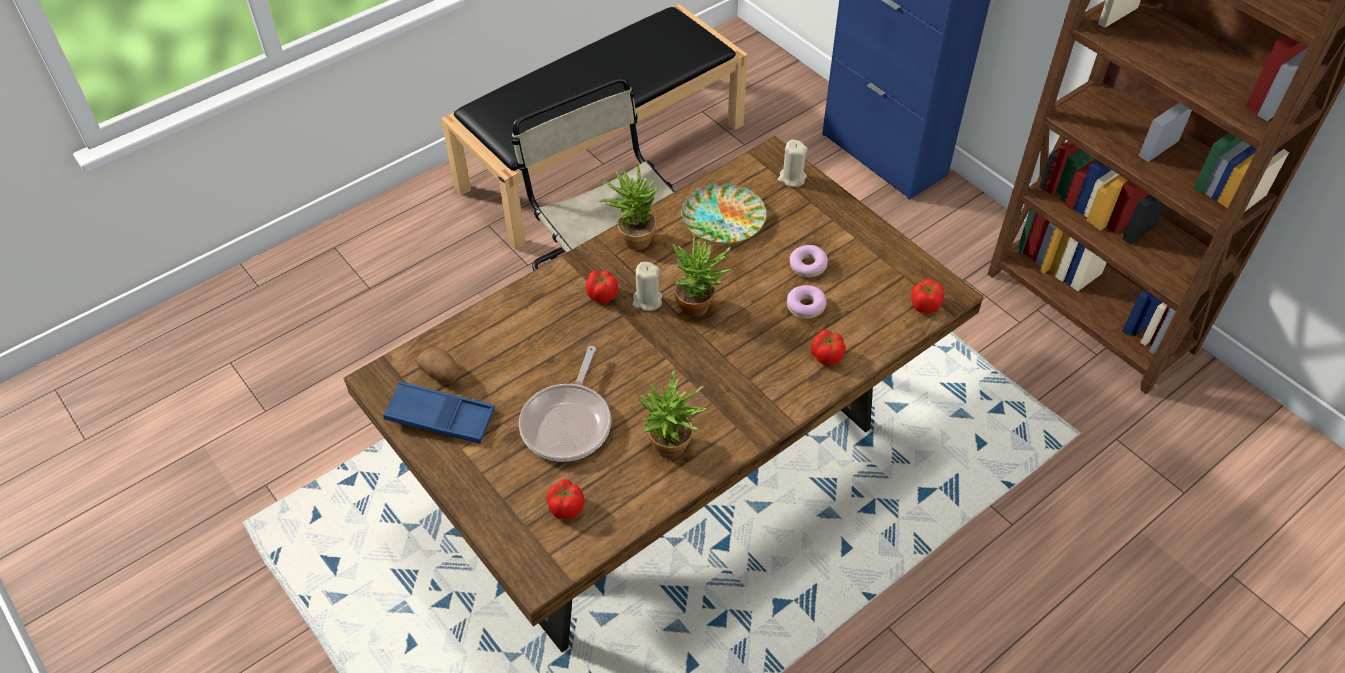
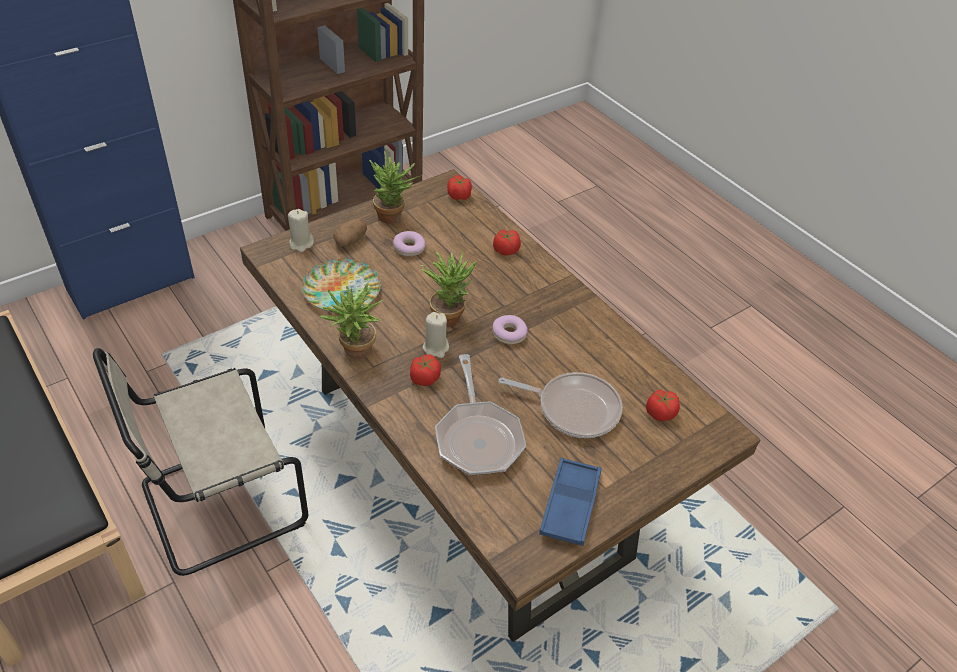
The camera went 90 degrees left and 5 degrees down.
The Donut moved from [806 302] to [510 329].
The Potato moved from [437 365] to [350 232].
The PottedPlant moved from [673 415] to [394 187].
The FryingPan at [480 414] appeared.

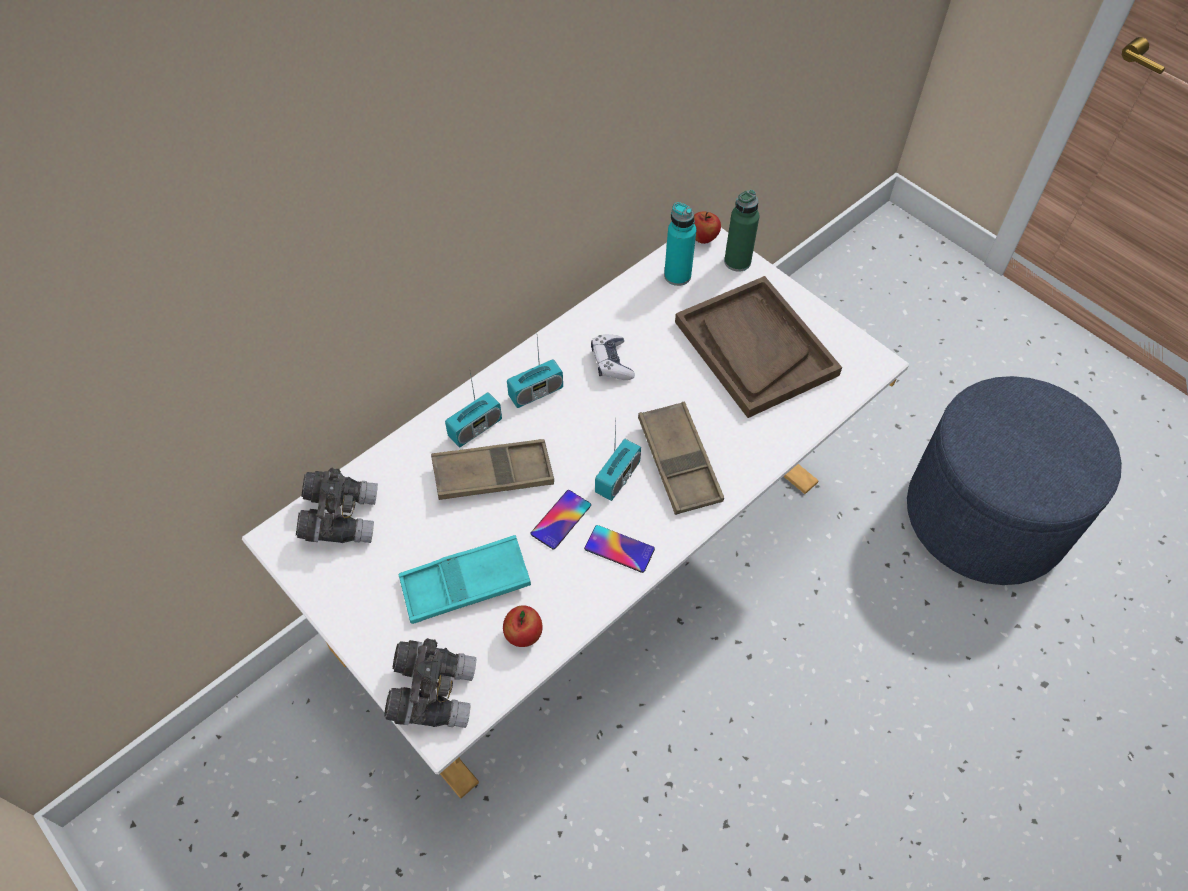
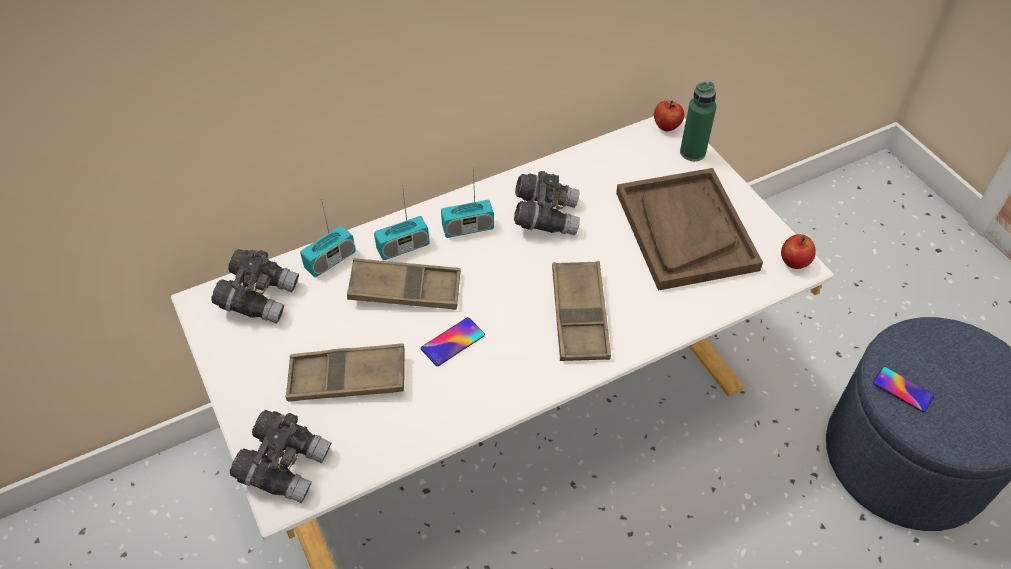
The camera went 15 degrees right and 5 degrees down.
The TurquoiseColouredDrinkBottle at [680 244] disappeared.
The Joypad at [613 357] was replaced by the GreyPairOfBinoculars at [547 203].
The RadioSet moved from [618 462] to [328 238].
The Telephone moved from [619 549] to [904 389].
The TurquoiseColouredServingTray at [465 579] became the BrownServingTray at [345 372].
The AppleFruit moved from [523 626] to [798 251].

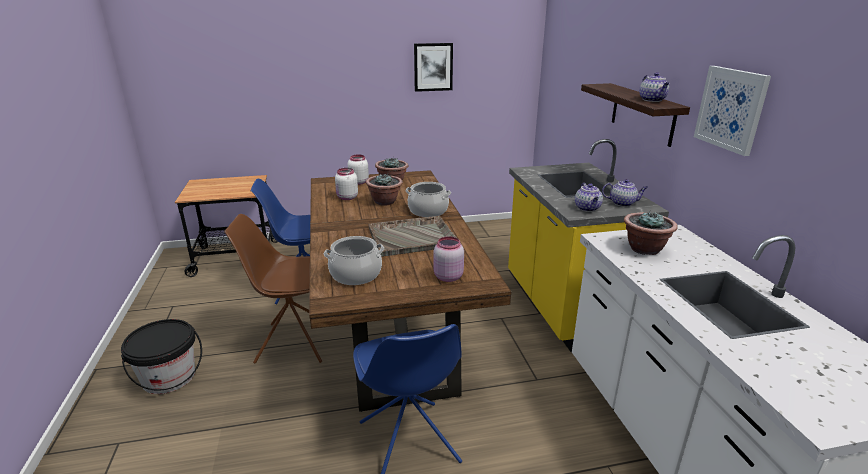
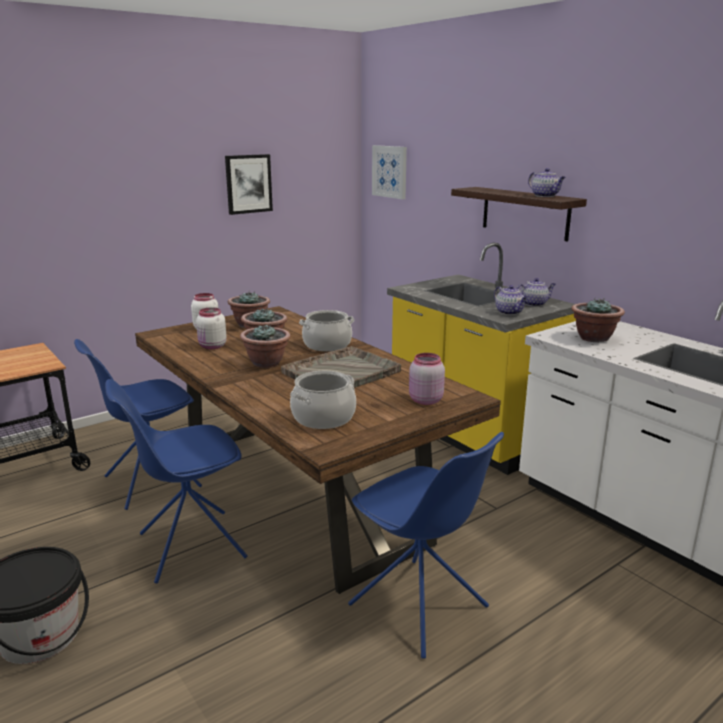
The camera went 25 degrees left and 5 degrees down.
The WallArt moved from [732 111] to [389 172].
The BrownPlainChair at [273 289] became the BluePlainChair at [176 481].
The PottedPlant at [265 346] appeared.

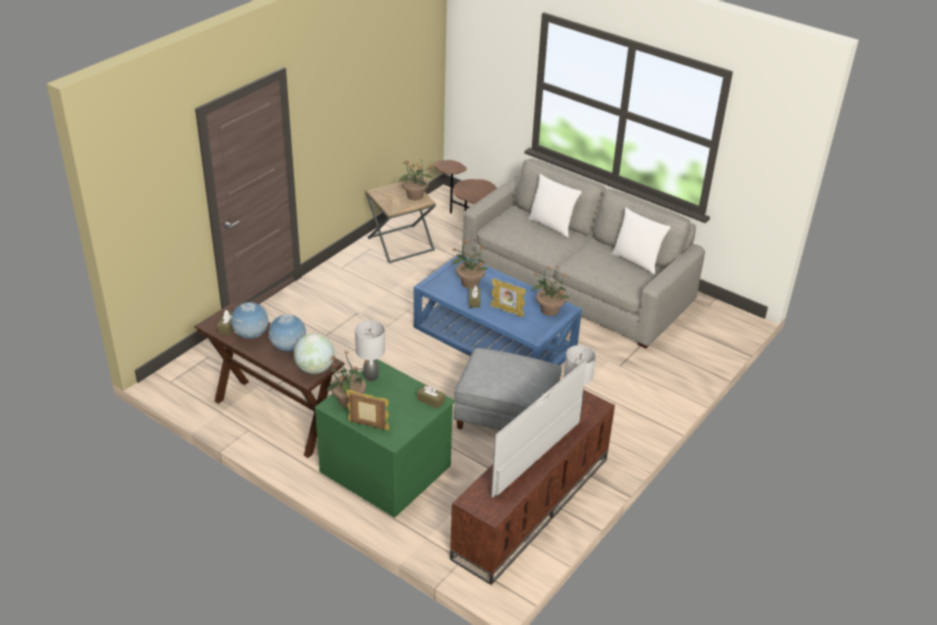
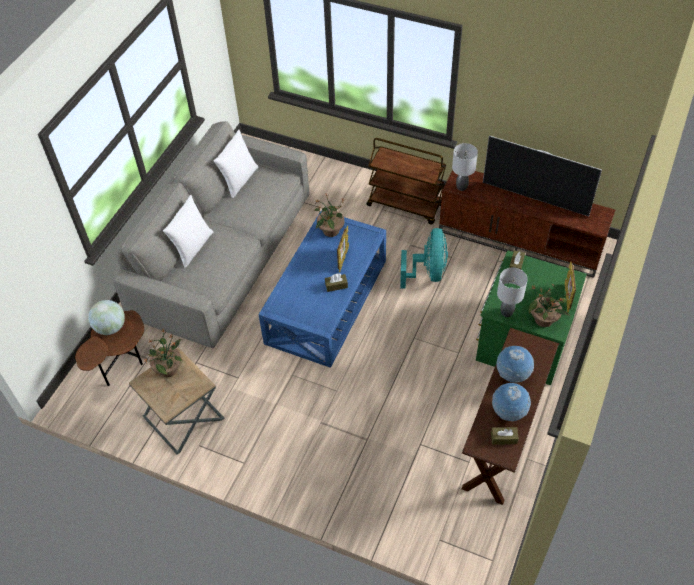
The camera went 100 degrees left and 15 degrees up.
The PottedPlant at [470 264] disappeared.
The Globe moved from [314 353] to [106 317].
The GreyOttoman at [507 389] was replaced by the TurquoiseColouredElectricFan at [424 258].
The BrownTrolley at [406 181] appeared.

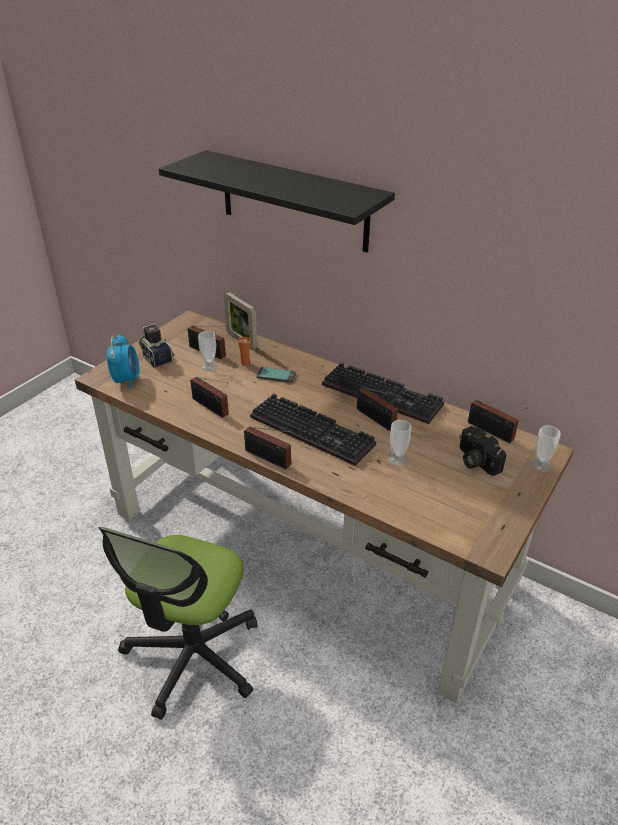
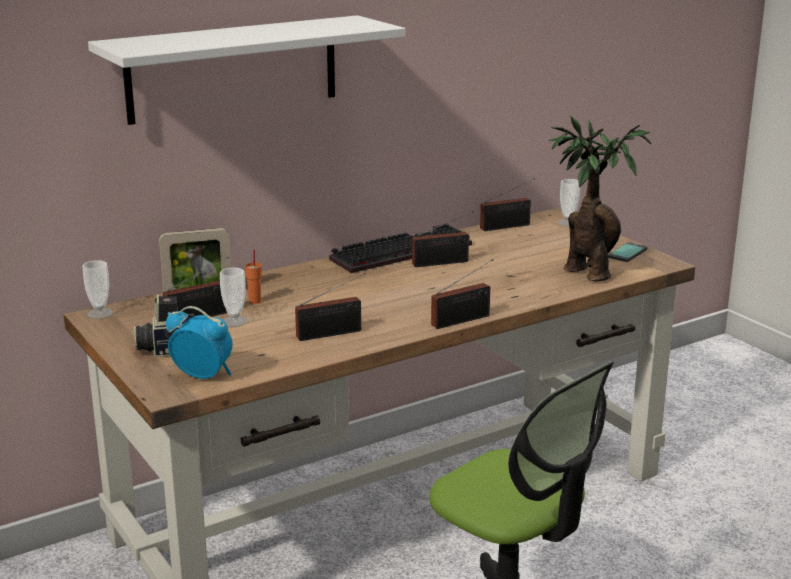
The camera went 65 degrees left and 15 degrees down.
The BlackishBracketShelf at [277 201] became the WhiteBracketShelf at [246 70].
The Telephone moved from [276 375] to [627 252].
The PcKeyboard at [313 429] disappeared.
The SmallCup moved from [399 443] to [98 289].
The StillCamera at [482 451] disappeared.
The PottedPlant at [599 199] appeared.

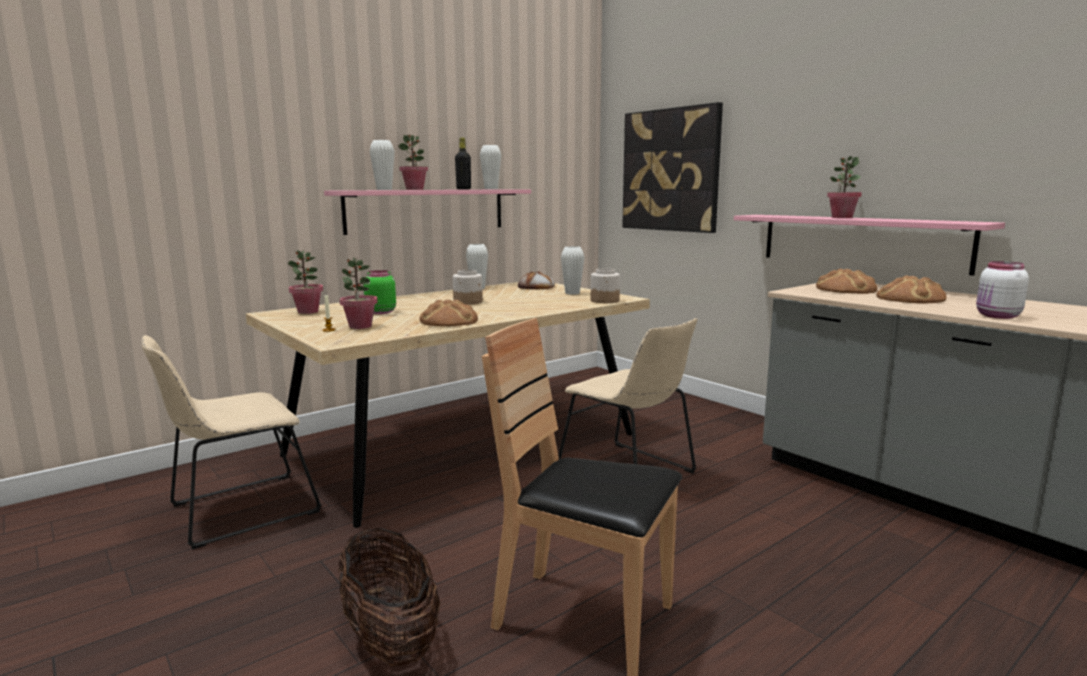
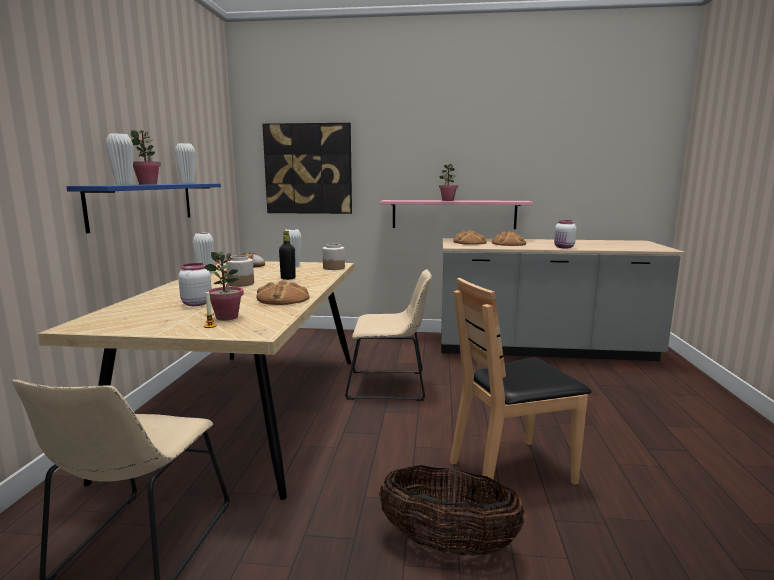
The camera went 45 degrees left and 0 degrees up.
The BlackishDrinkBottle moved from [463 163] to [287 255].
The PinkBracketShelf at [427 212] became the BlueBracketShelf at [143 208].
The PottedPlant at [305 282] disappeared.
The GreenColouredJar at [379 292] became the WhiteJar at [195 284].

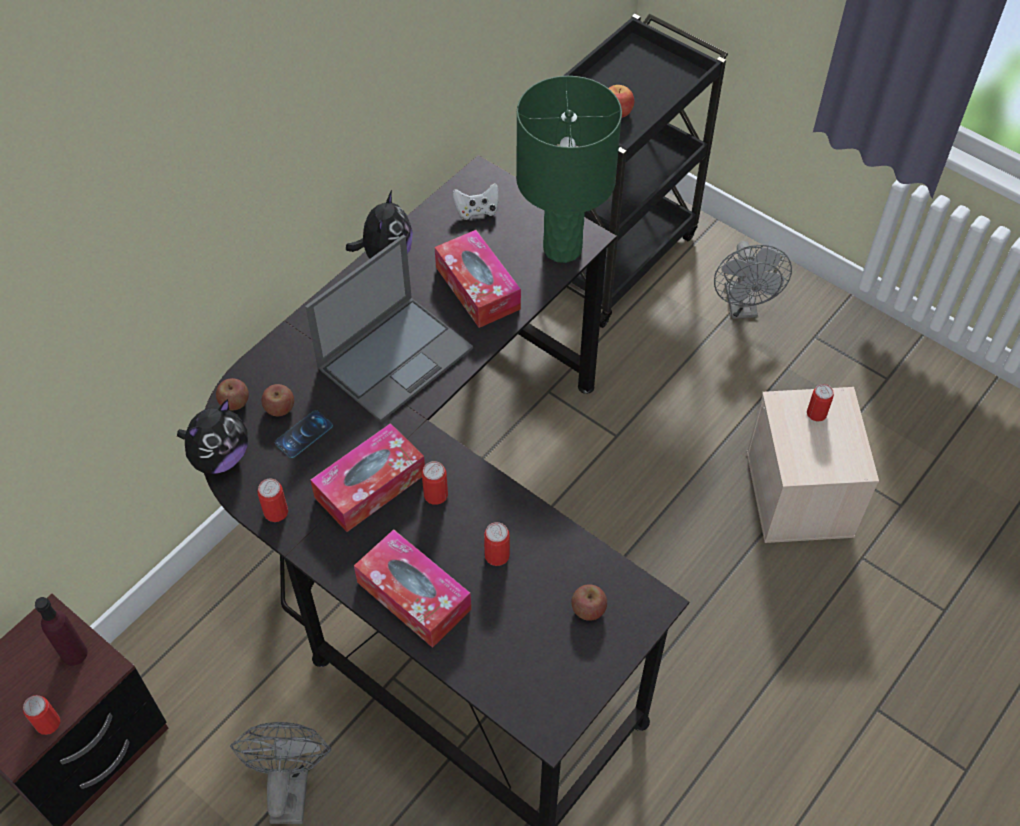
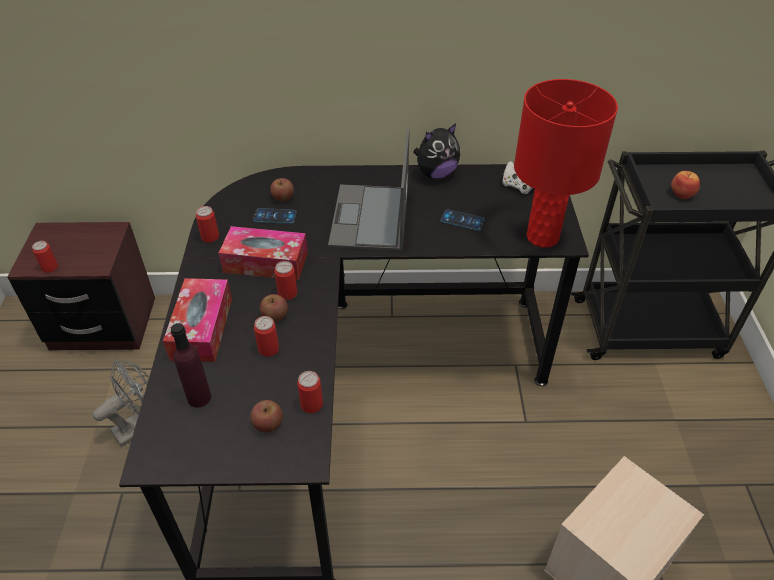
The camera went 50 degrees right and 10 degrees down.
The GreenColouredTableLamp at [569 169] became the RedColouredTableLamp at [566 163].
The BoxOfTissues at [478 279] was replaced by the Telephone at [463 220].
The NotebookComputer at [389 328] turned 90 degrees clockwise.
The GreyElectricFan at [753 280] disappeared.
The AppleFruit moved from [232 394] to [274 308].
The MetalCan moved from [820 402] to [310 392].
The PlushToy at [212 436] disappeared.
The PurplishDrinkBottle moved from [61 631] to [191 365].

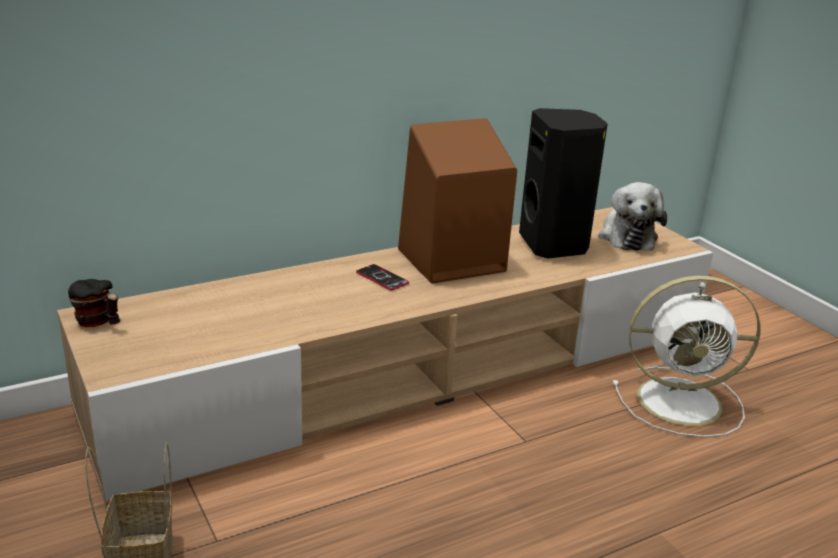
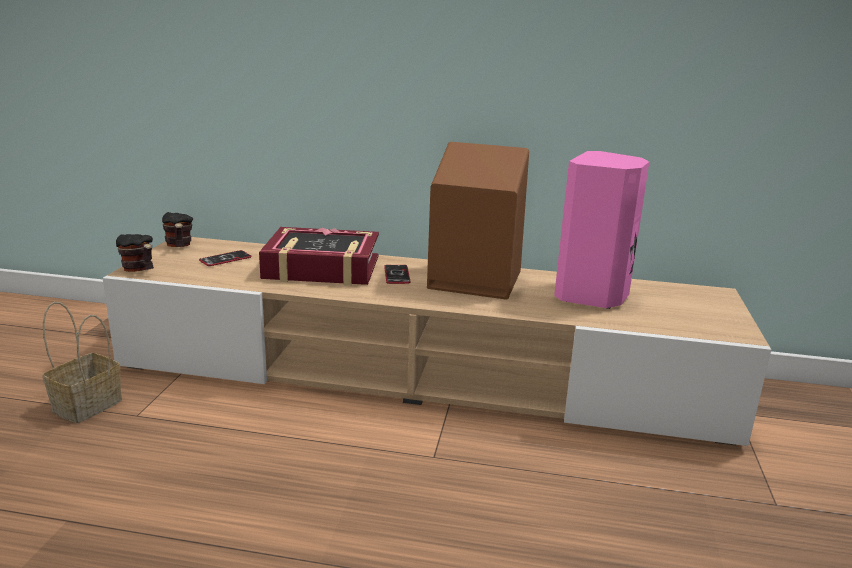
The camera went 40 degrees right and 5 degrees down.
The BlackishAudioSpeaker at [563 183] became the PinkAudioSpeaker at [601 230].
The PlushToy at [632 216] disappeared.
The WhiteElectricFan at [686 356] disappeared.
The Volume at [319 256] appeared.
The Mug at [135 253] appeared.
The Telephone at [225 258] appeared.

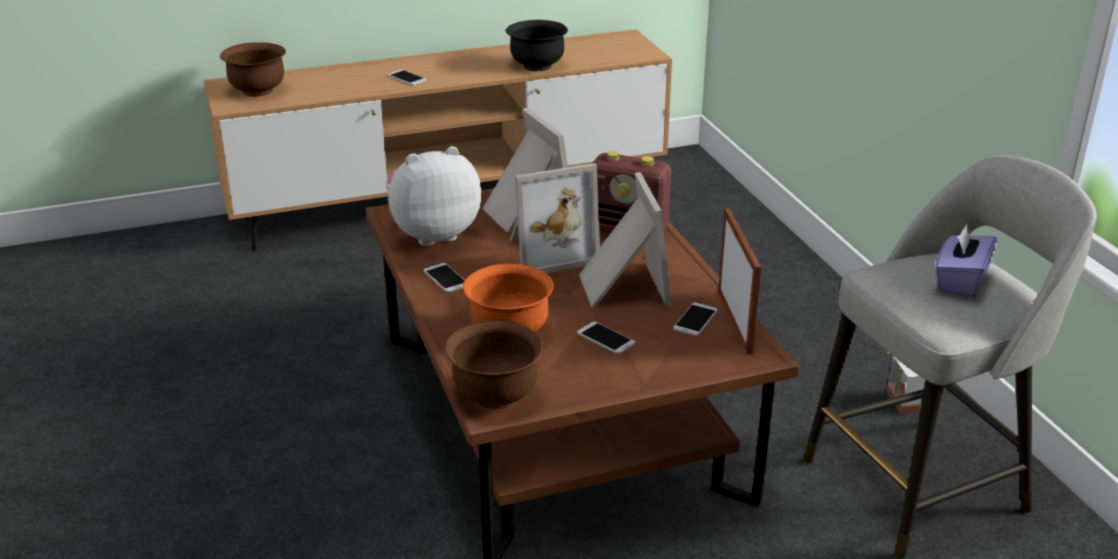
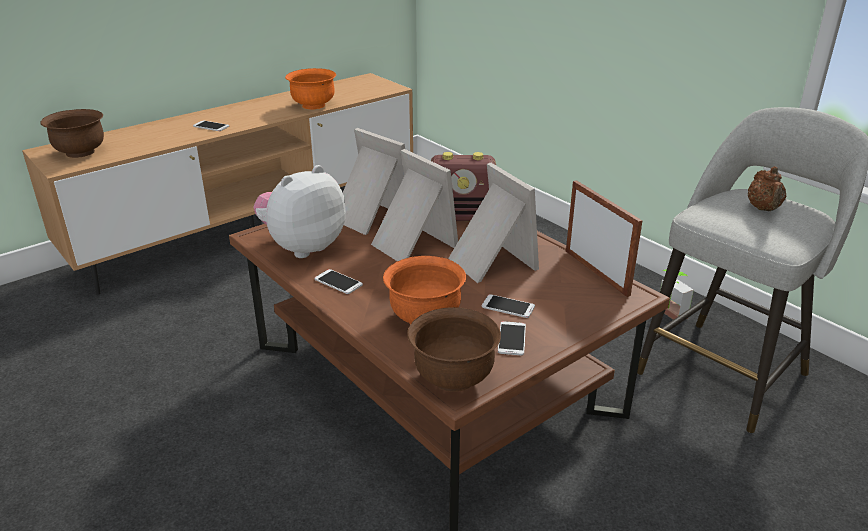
The camera went 20 degrees left and 0 degrees up.
The BlackishServingBowl at [537 45] became the OrangeColouredServingBowl at [310 88].
The StandingFrame at [554 218] turned 90 degrees counterclockwise.
The PurplishBoxOfTissues at [966 261] was replaced by the BrownTeapot at [767 188].
The Telephone moved from [695 319] to [512 338].

